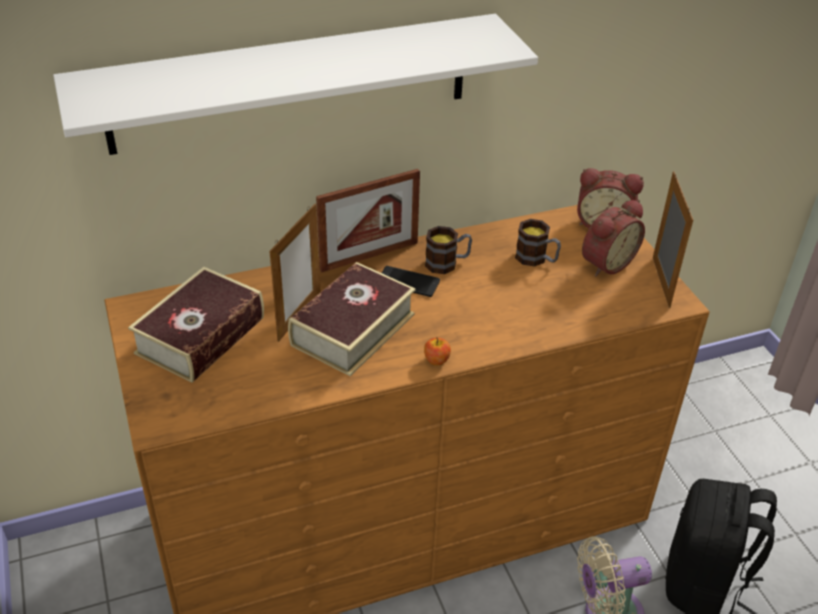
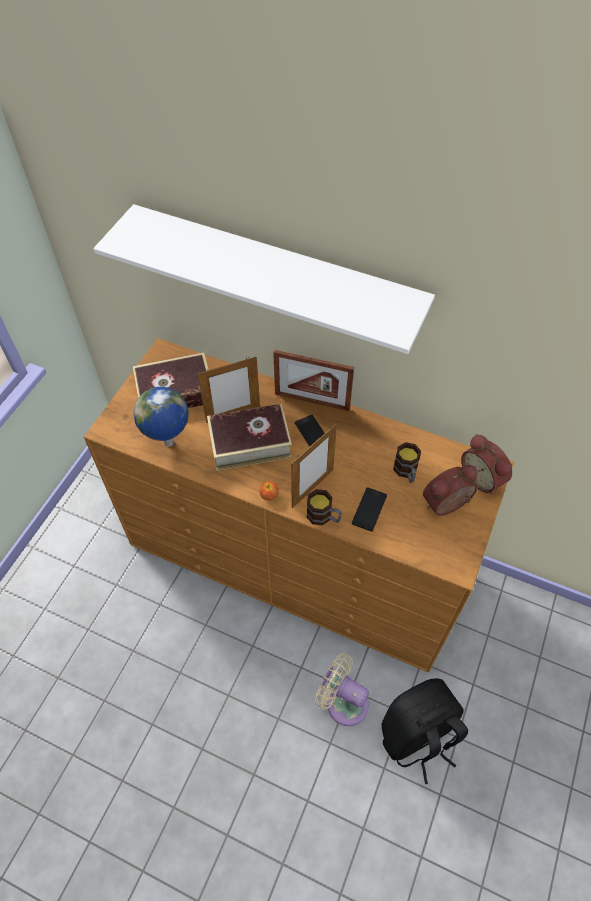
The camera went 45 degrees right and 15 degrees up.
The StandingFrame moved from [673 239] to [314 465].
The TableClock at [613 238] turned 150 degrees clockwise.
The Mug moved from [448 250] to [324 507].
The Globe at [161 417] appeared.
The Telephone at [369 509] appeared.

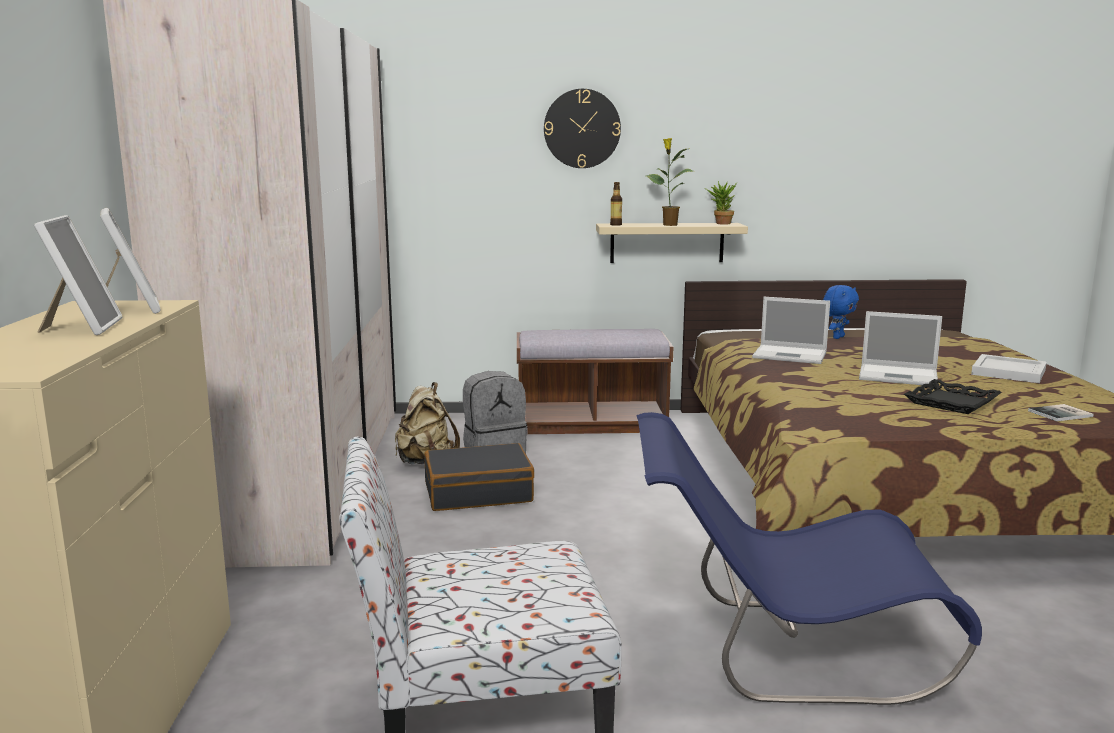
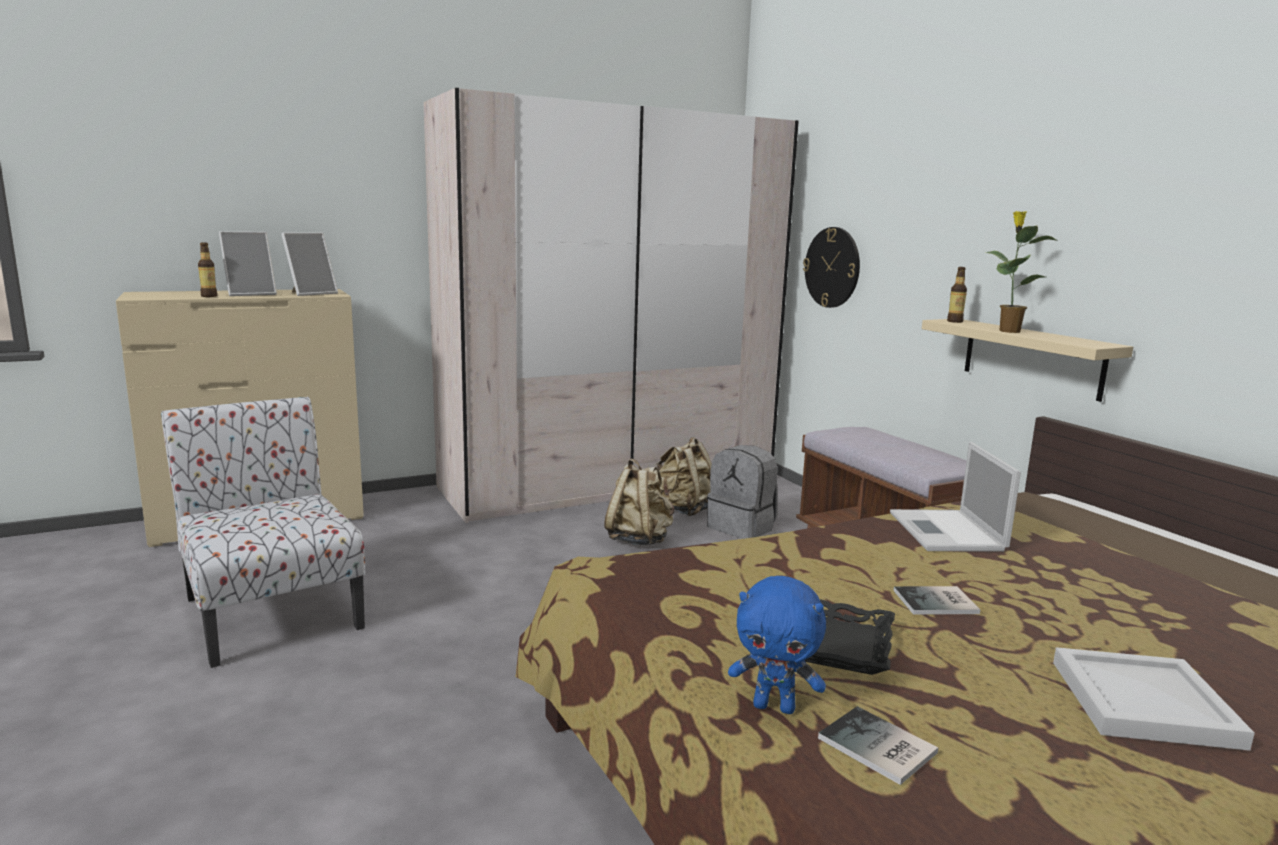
The camera went 65 degrees right and 0 degrees up.
The HangingClock moved from [582 128] to [831 267].
The PottedPlant at [721 203] disappeared.
The BluePlushToy moved from [841 312] to [777 645].
The NotebookComputer at [900 348] was replaced by the Volume at [937 600].
The BluePlainChair at [809 558] disappeared.
The BlackishSuitcase at [479 477] was replaced by the SandColouredBackpack at [639 501].
The DrinkBottle at [207 270] appeared.

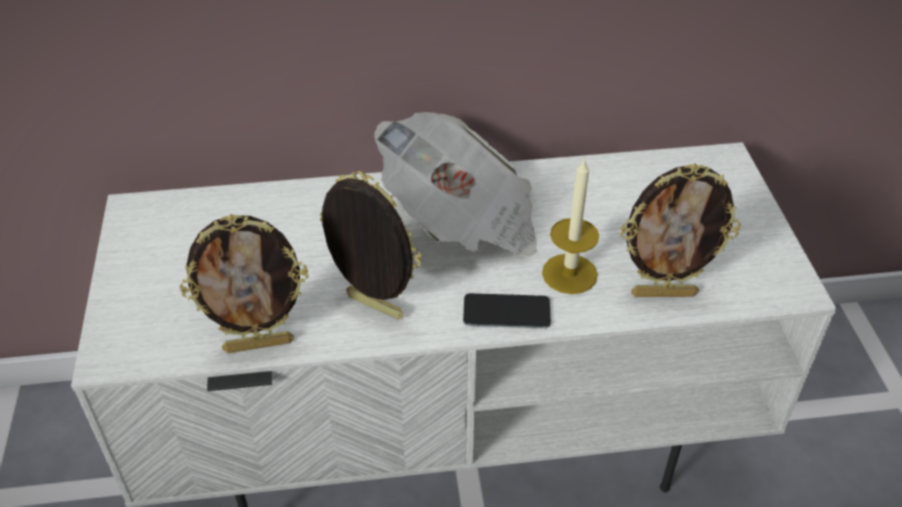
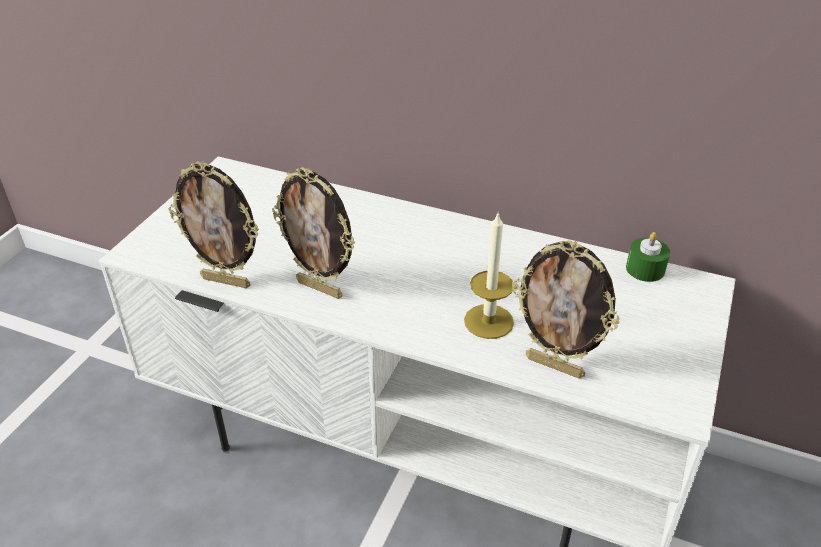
The camera went 30 degrees right and 5 degrees down.
The PrintedPaper at [455 184] disappeared.
The StandingFrame at [370 245] turned 150 degrees clockwise.
The Telephone at [507 311] disappeared.
The GreenColouredWaxLight at [648 257] appeared.

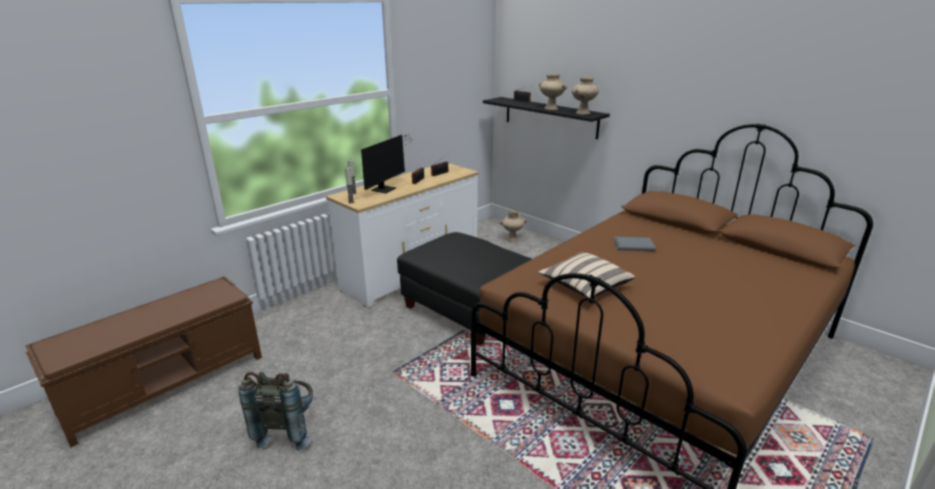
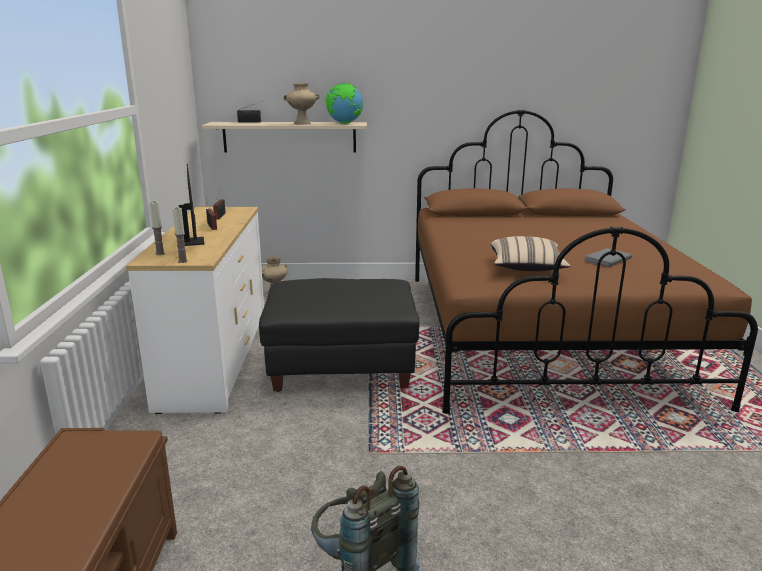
The camera went 45 degrees left and 5 degrees down.
The SandColouredFlowerVase at [585 95] was replaced by the Globe at [344 103].
The BlackishBracketShelf at [546 118] became the SandColouredBracketShelf at [284 137].
The GreyVolume moved from [634 244] to [608 257].

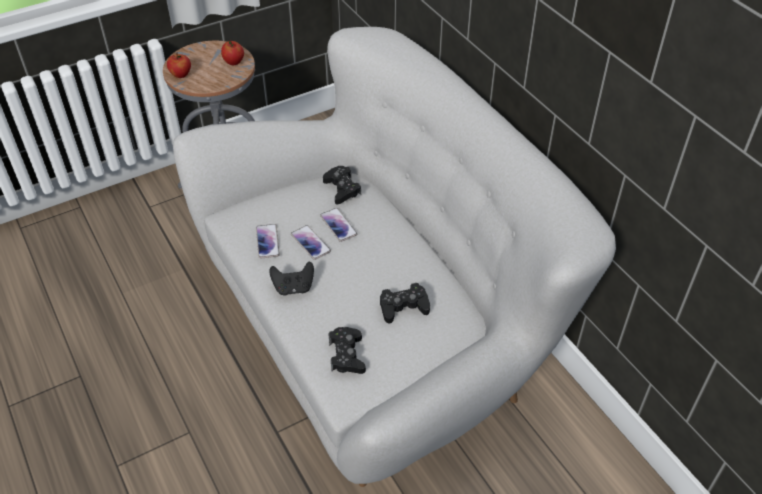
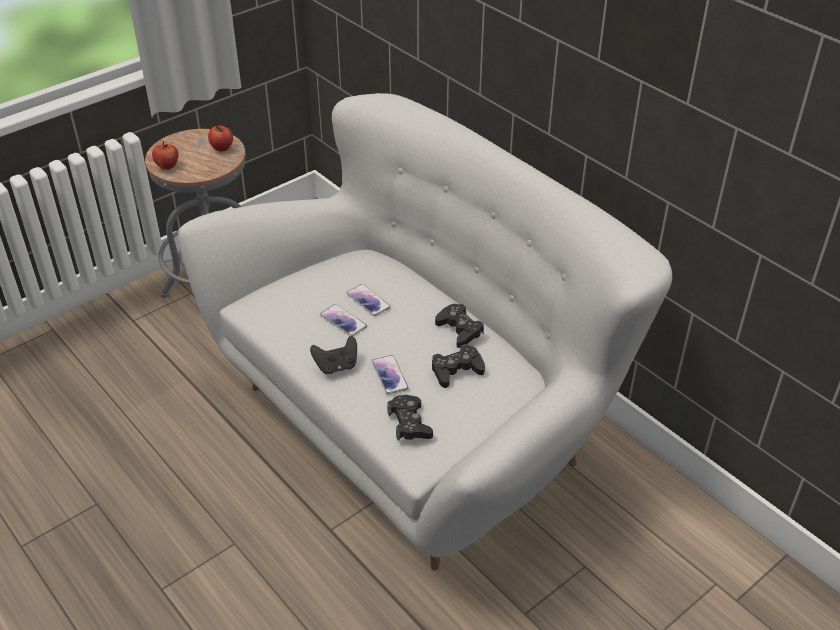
The camera went 10 degrees left and 5 degrees down.
The BlackishJoypad moved from [342 185] to [459 326].
The Telephone moved from [268 241] to [390 374].

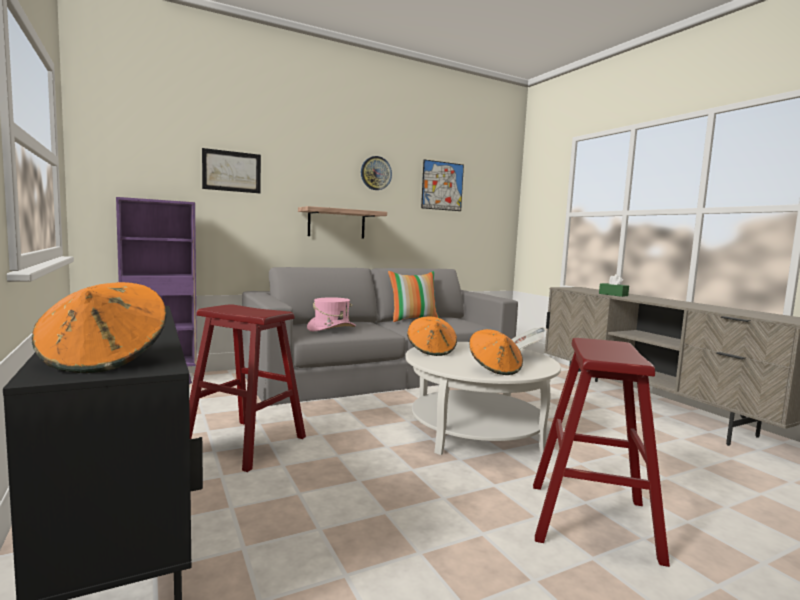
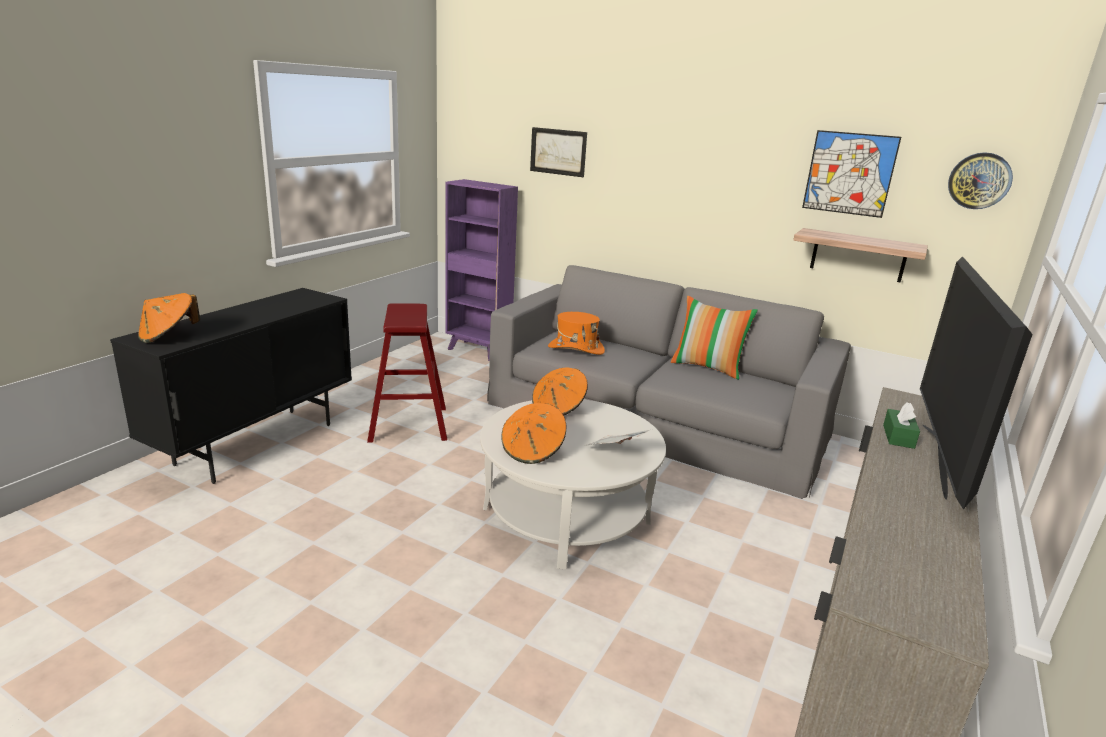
The camera went 55 degrees right and 15 degrees up.
The HangingClock moved from [376 173] to [980 180].
The BracketShelf moved from [342 222] to [860 255].
The PinkHat at [331 314] became the OrangeColouredHat at [576 333].
The RedColouredStoolSeat at [601 452] disappeared.
The TvSet at [976 382] appeared.

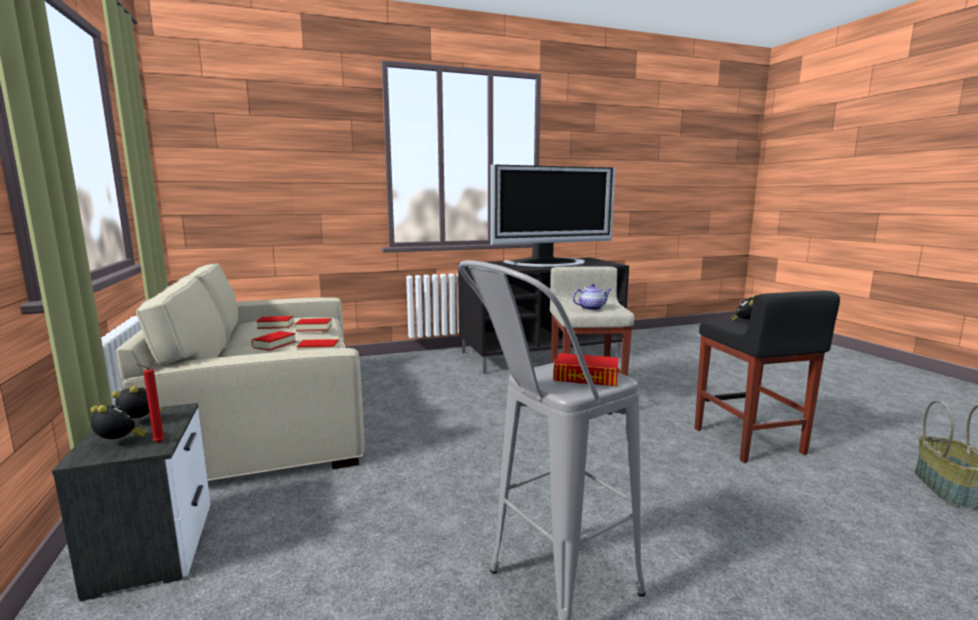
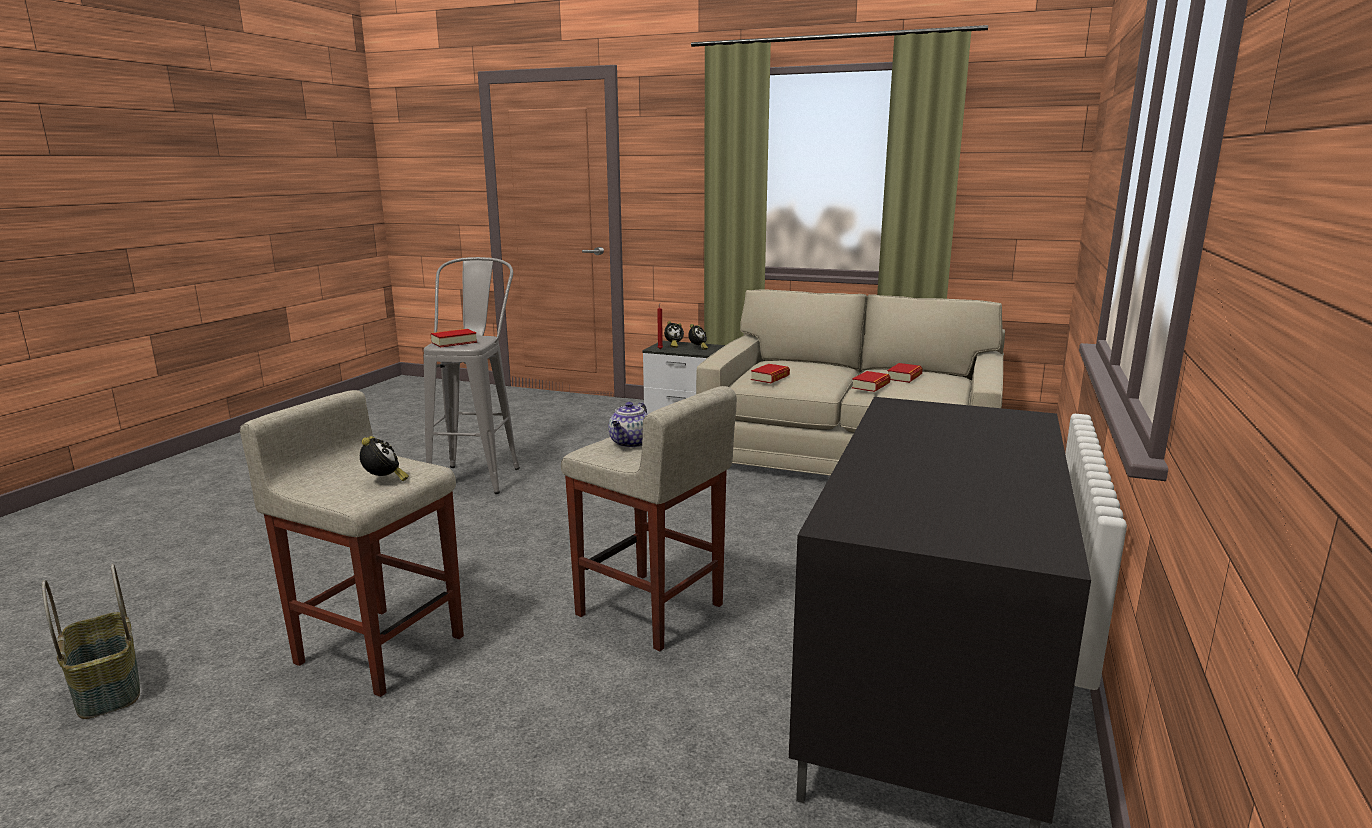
The camera went 130 degrees right and 5 degrees up.
The TvSet at [552 215] disappeared.
The BlackishStoolSeat at [767 377] became the SandColouredStoolSeat at [352 543].
The Volume at [273 341] disappeared.

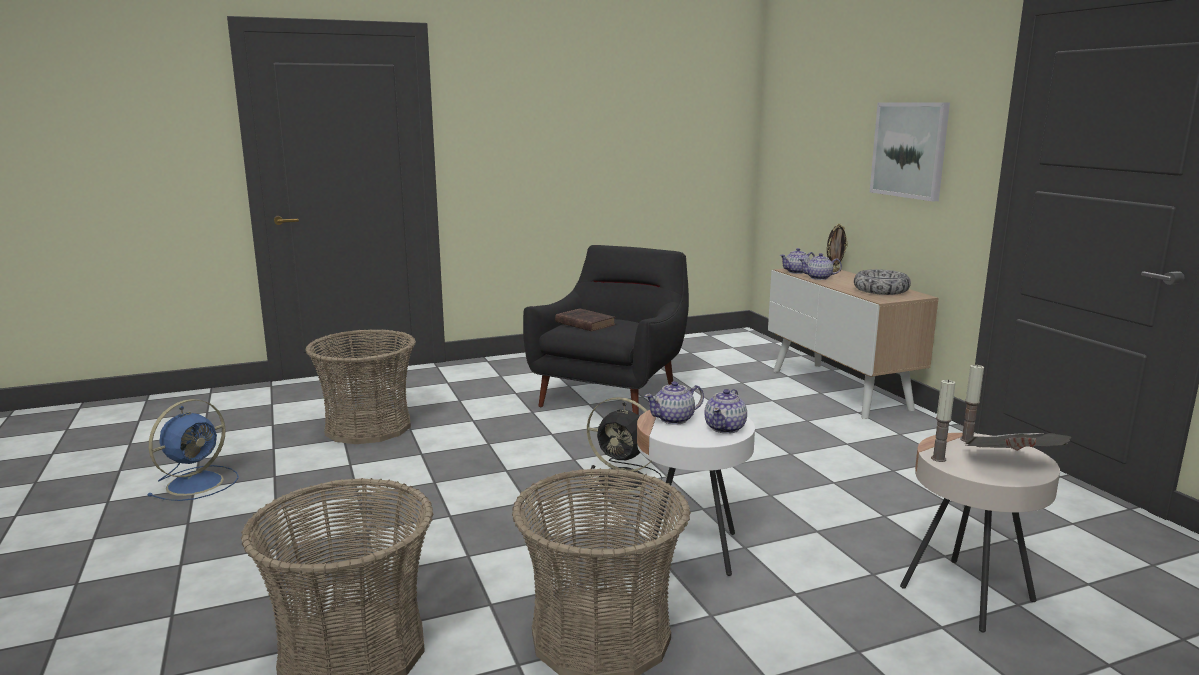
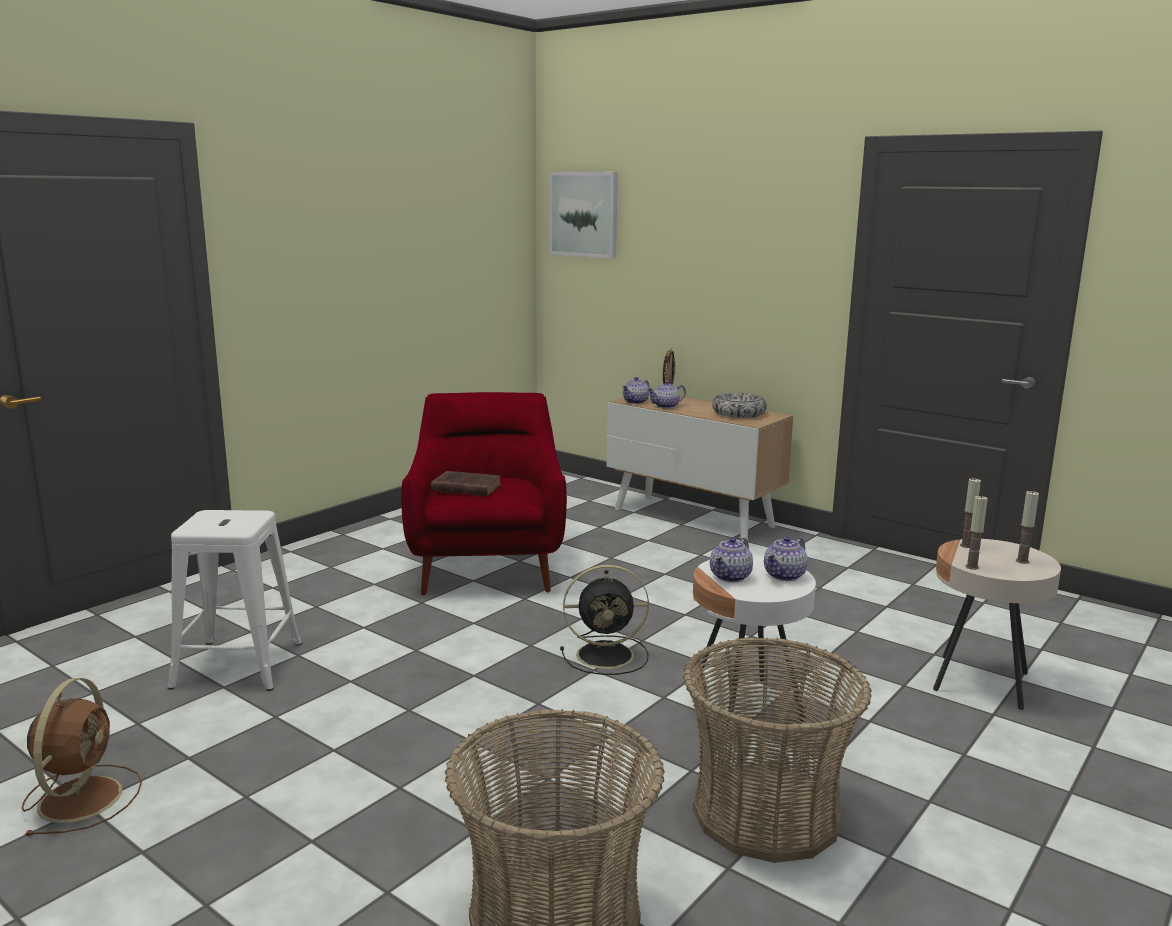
The camera went 30 degrees left and 0 degrees up.
The WallArt moved from [910 152] to [583 215].
The BlackishEasyChair at [606 330] became the RedColouredEasyChair at [484 493].
The HouseholdBasket at [360 386] was replaced by the WhiteStoolSeat at [235 600].
The Teapot at [725 411] turned 45 degrees clockwise.
The BlueElectricFan at [193 450] became the BrownElectricFan at [82 757].
The PrintedPaper at [1018 442] was replaced by the WaxLight at [1027 527].

